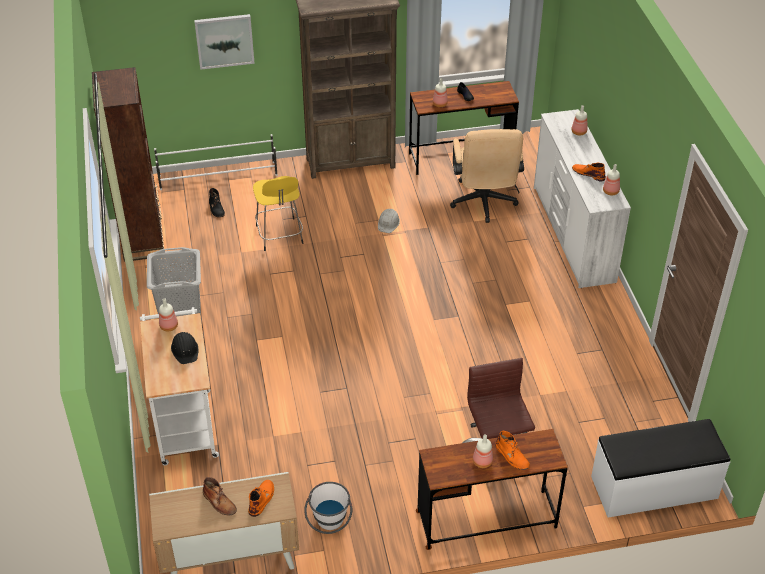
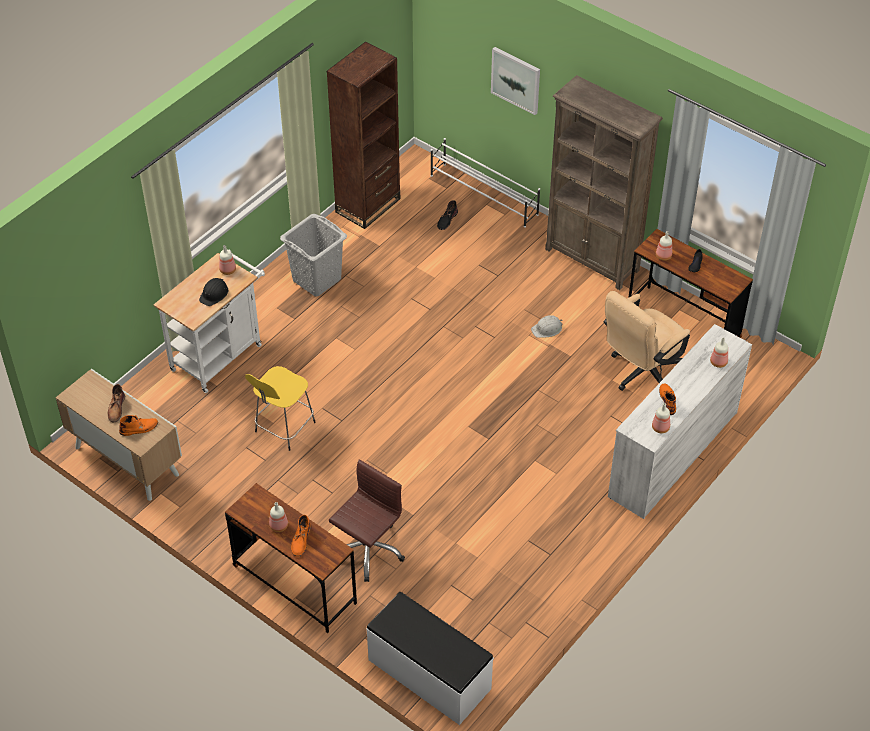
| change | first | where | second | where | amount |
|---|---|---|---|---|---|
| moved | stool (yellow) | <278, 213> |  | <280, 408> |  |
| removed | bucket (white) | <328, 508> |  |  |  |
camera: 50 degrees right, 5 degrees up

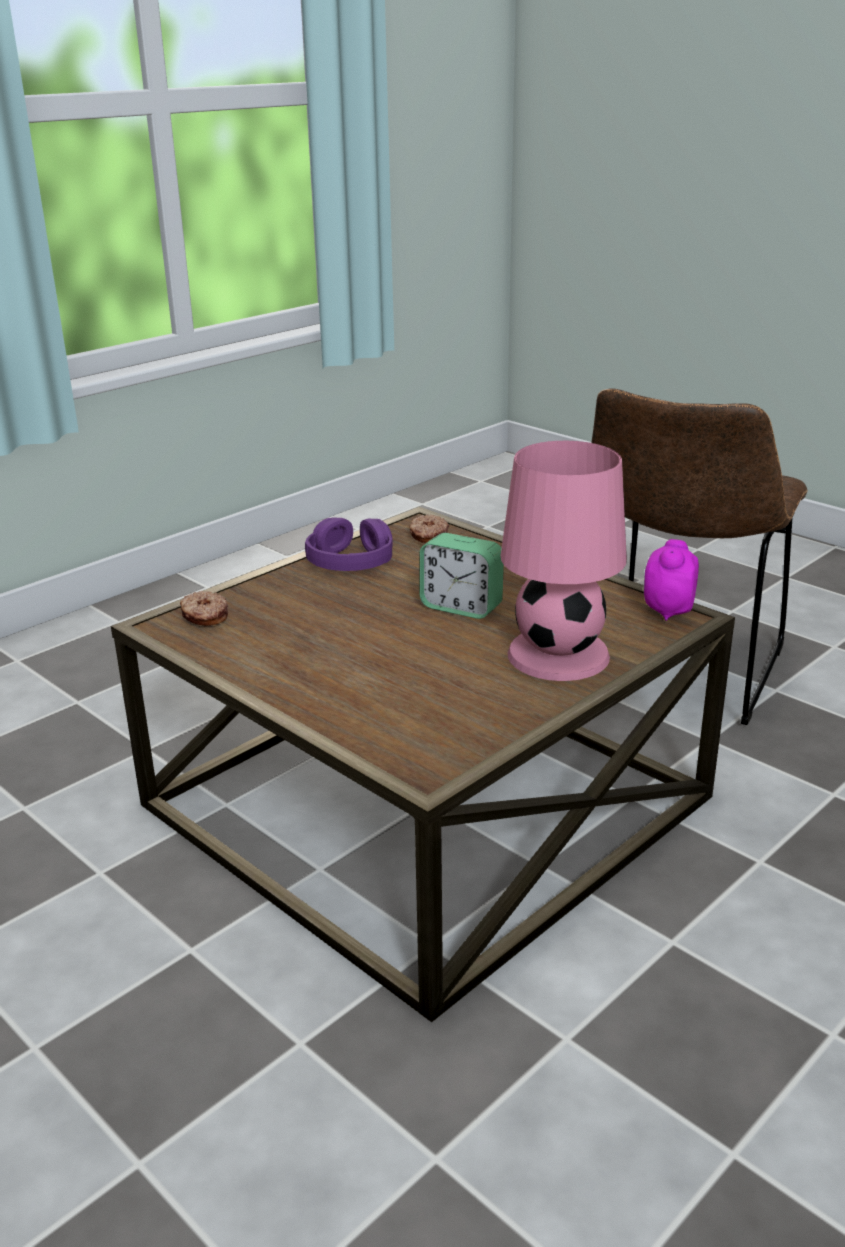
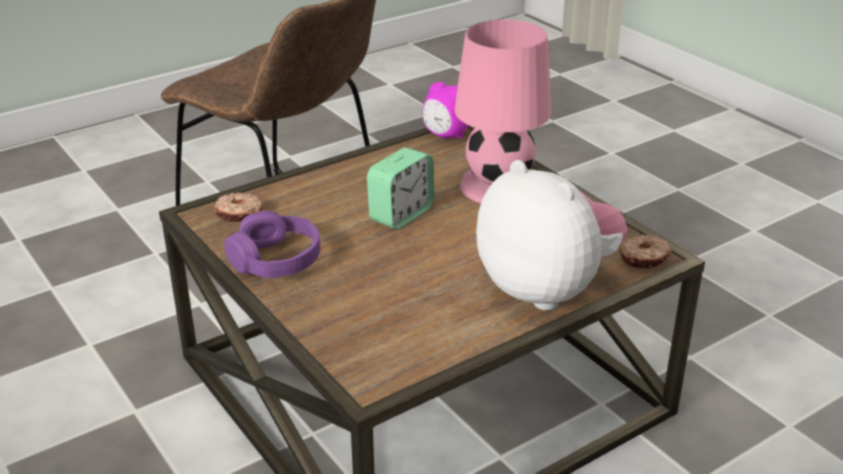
| change | first | where | second | where | amount |
|---|---|---|---|---|---|
| moved | donut | <204, 608> |  | <645, 252> |  |
| added |  |  | plush toy | <551, 235> |  |
camera: 80 degrees left, 5 degrees up

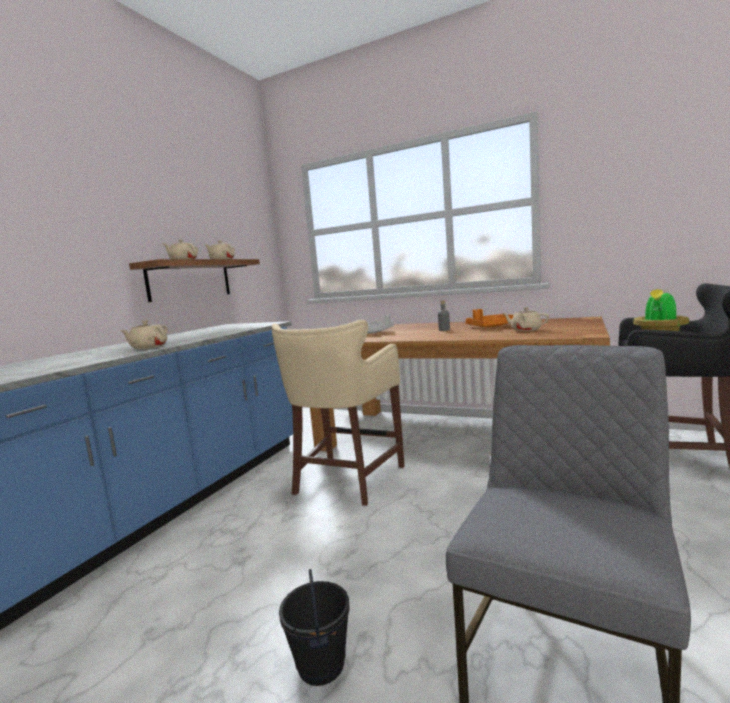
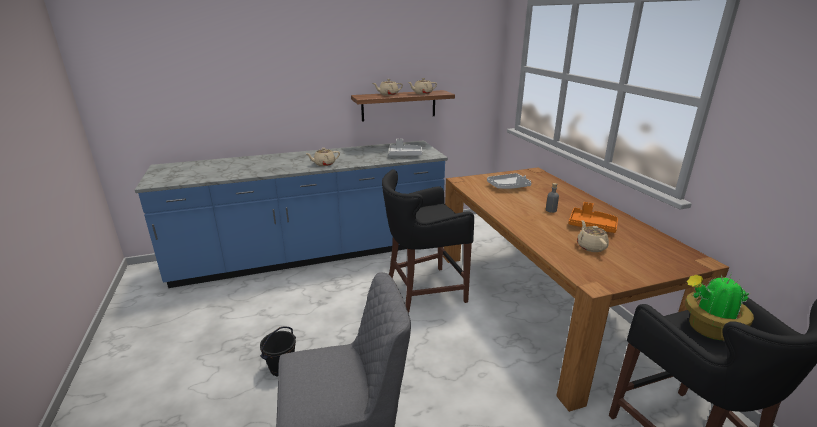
| change | first | where | second | where | amount |
|---|---|---|---|---|---|
| recoloured | stool (beige) | <338, 413> | stool (black) | <428, 241> |  |
| added |  |  | tray (grey) | <405, 147> |  |
camera: 45 degrees right, 15 degrees up

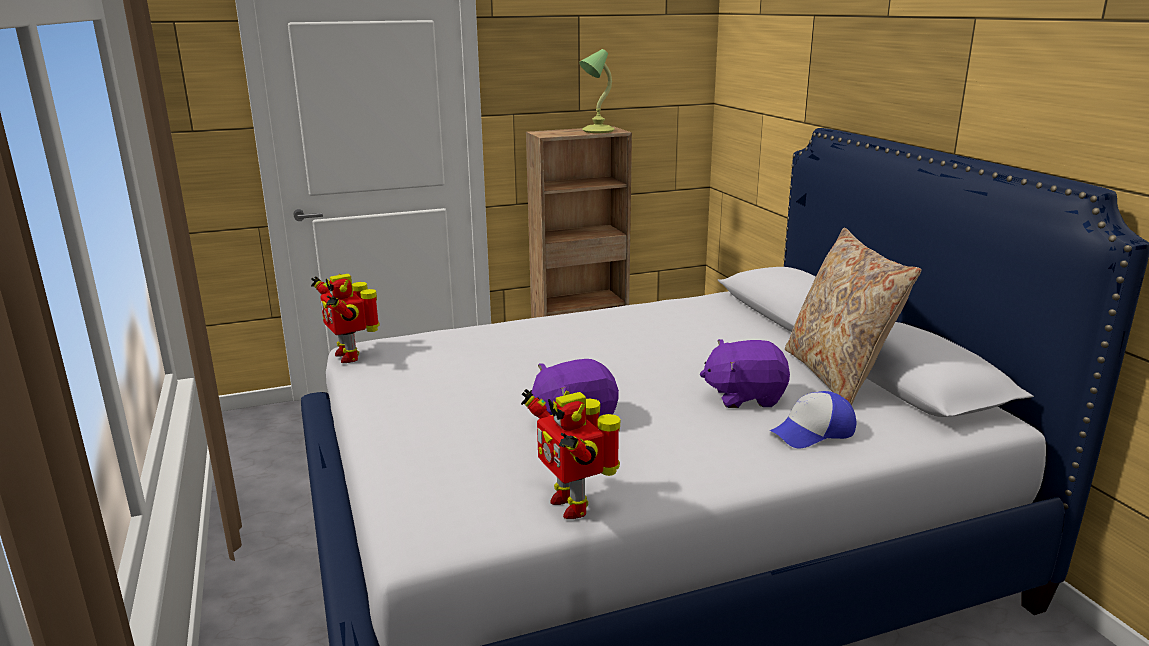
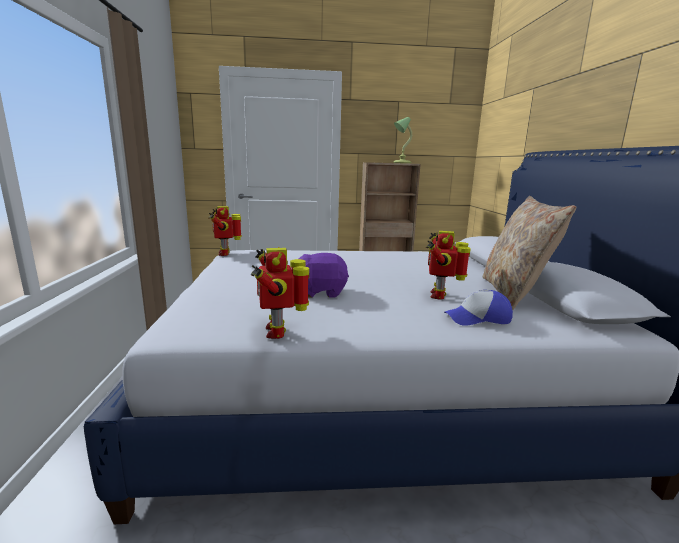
| change | first | where | second | where | amount |
|---|---|---|---|---|---|
| replaced | plush toy (purple) | <745, 373> | toy robot | <448, 265> |  |
camera: 15 degrees right, 5 degrees down

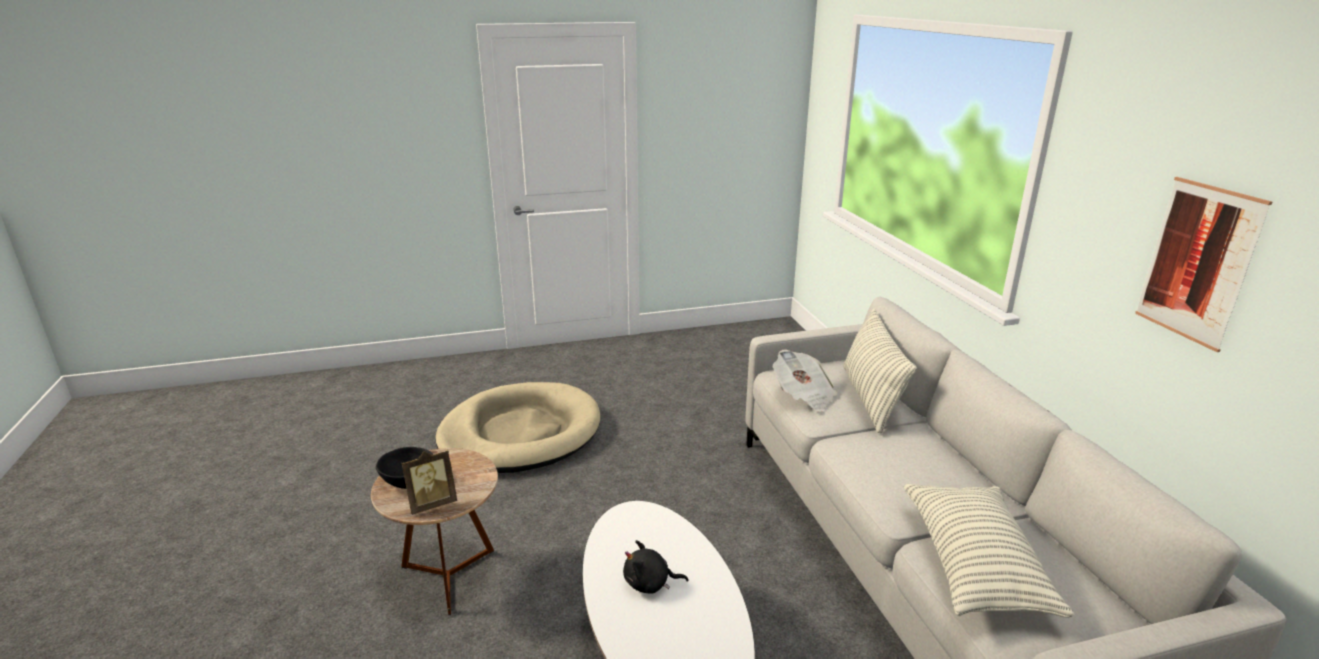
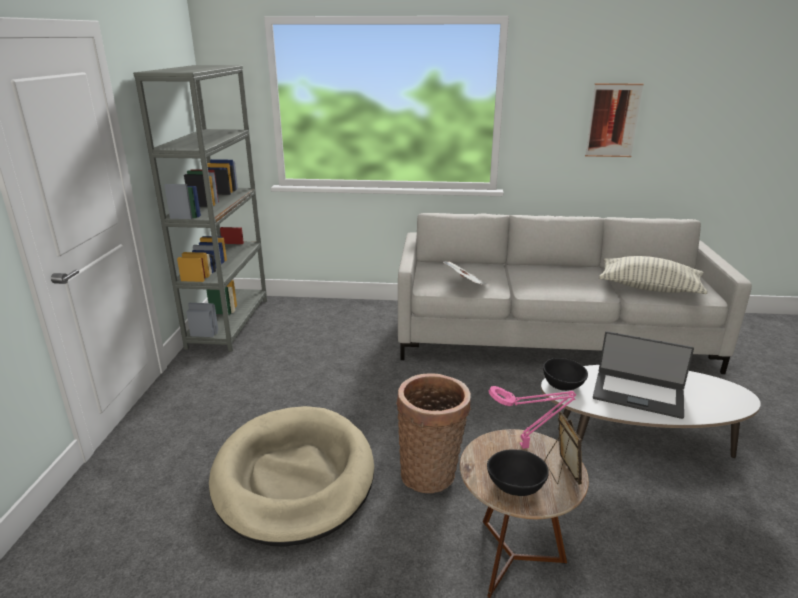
| change | first | where | second | where | amount |
|---|---|---|---|---|---|
| replaced | plush toy (black) | <655, 566> | laptop | <643, 375> |  |
| removed | pillow | <880, 371> |  |  |  |
| added |  |  | bookcase (grey) | <200, 208> |  |
| added |  |  | basket | <433, 433> |  |
| added |  |  | table lamp (pink) | <532, 417> |  |
| added |  |  | bowl (black) | <565, 374> |  |
camera: 70 degrees left, 0 degrees up

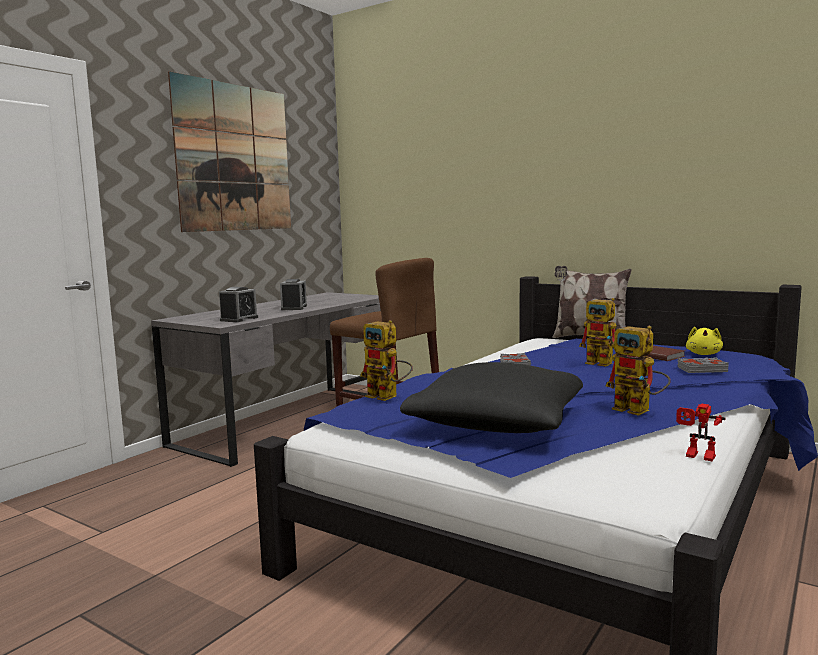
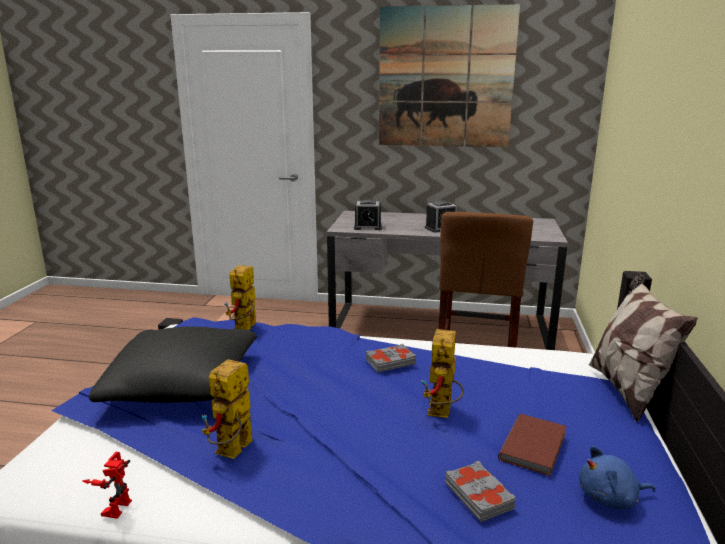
| change | first | where | second | where | amount |
|---|---|---|---|---|---|
| recoloured | plush toy (yellow) | <704, 341> | plush toy (blue) | <617, 477> |  |
camera: 65 degrees right, 10 degrees up

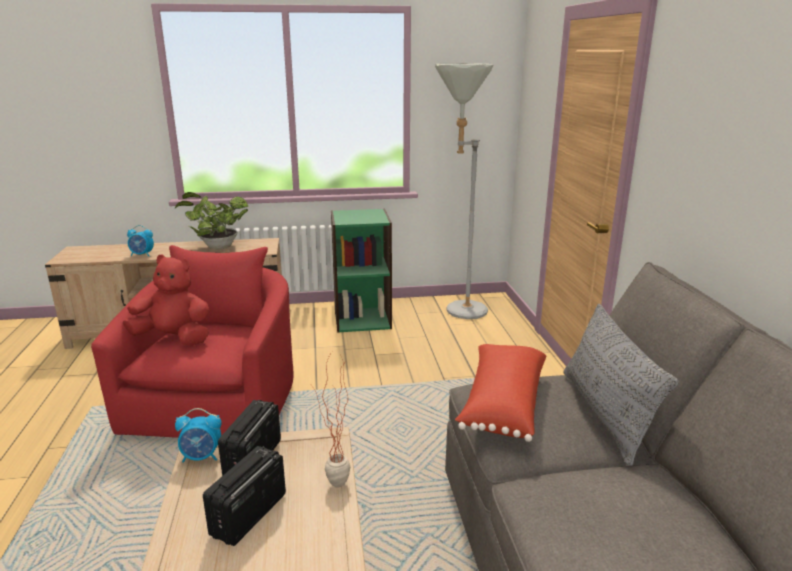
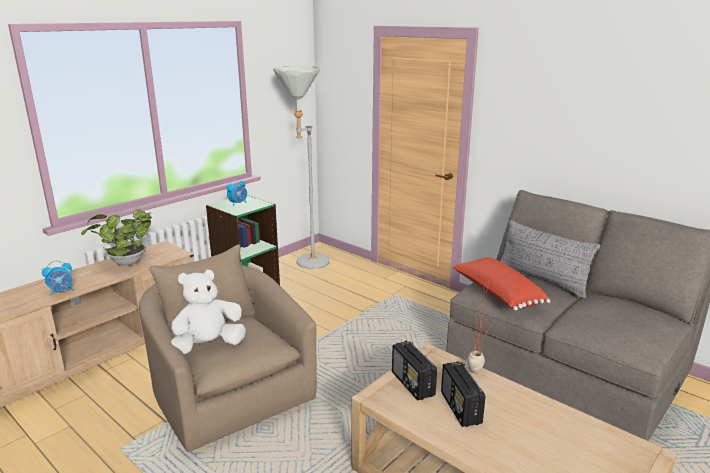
| change | first | where | second | where | amount |
|---|---|---|---|---|---|
| recoloured | armchair (red) | <192, 341> | armchair (beige) | <228, 348> |  |
| recoloured | plush toy (red) | <166, 300> | plush toy (white) | <208, 312> |  |
| moved | alarm clock | <198, 435> |  | <236, 192> |  |
camera: 40 degrees left, 0 degrees up

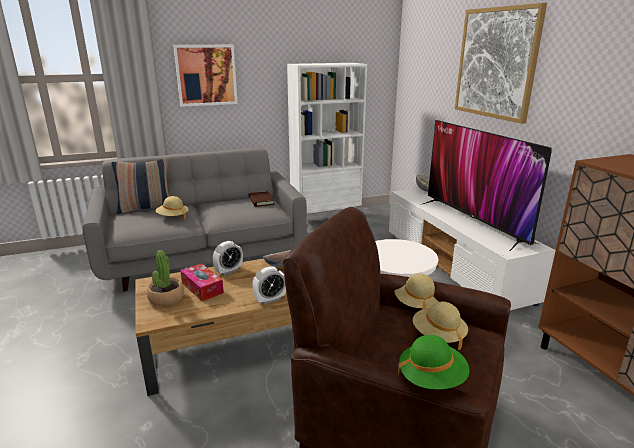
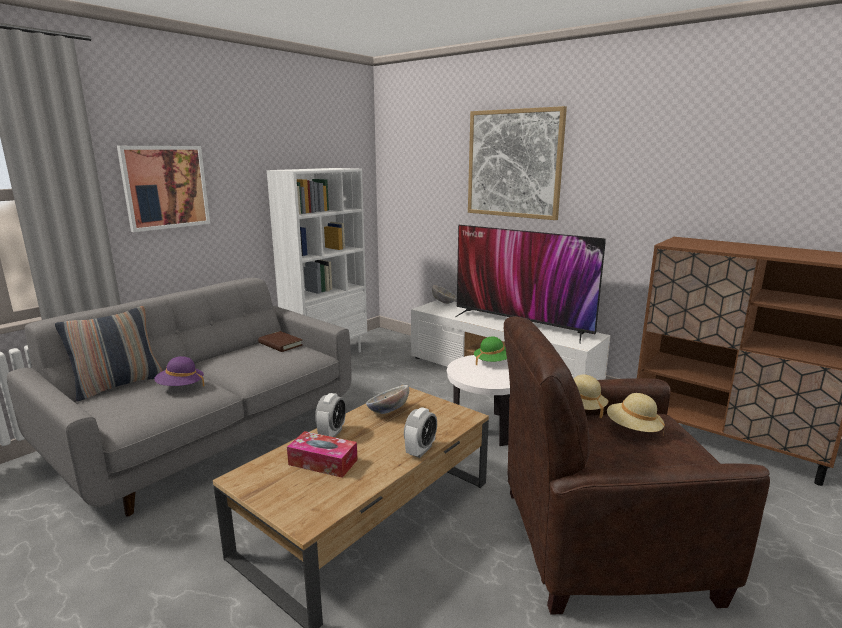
| change | first | where | second | where | amount |
|---|---|---|---|---|---|
| removed | potted plant | <165, 278> |  |  |  |
| recoloured | hat (beige) | <172, 208> | hat (purple) | <179, 371> |  |
| moved | hat (green) | <433, 362> |  | <490, 351> |  |
camera: 30 degrees left, 5 degrees down

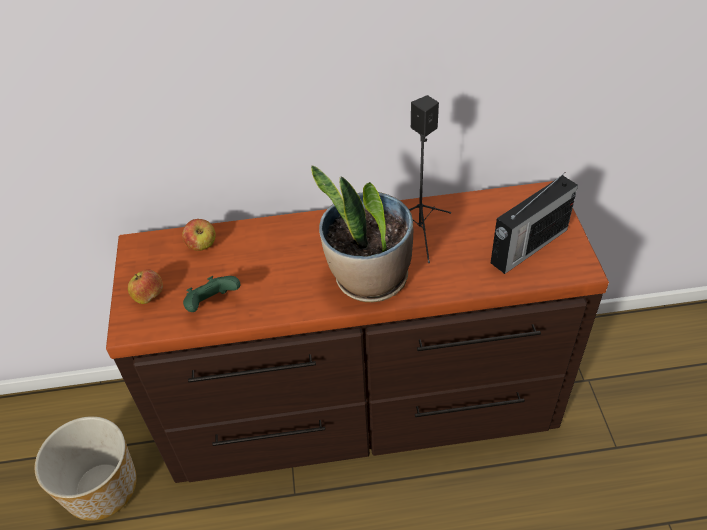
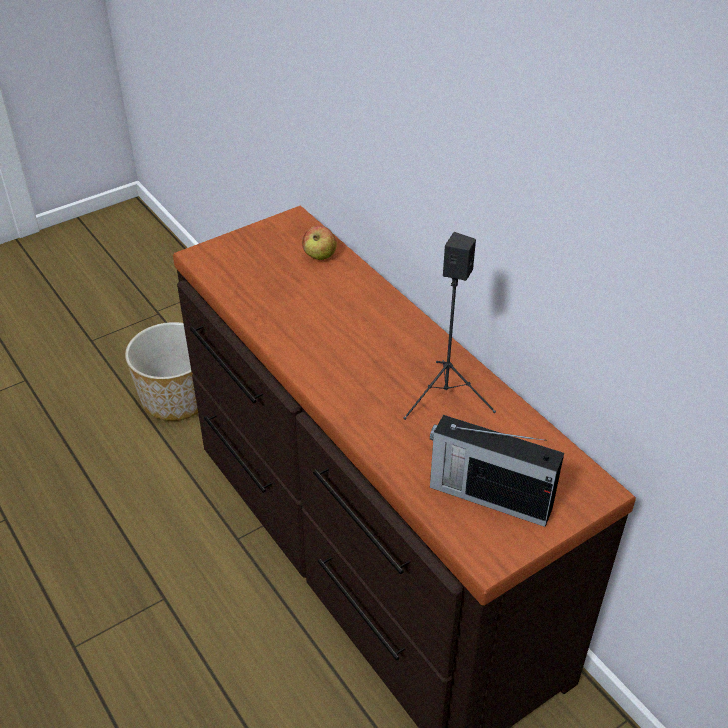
| change | first | where | second | where | amount |
|---|---|---|---|---|---|
| removed | apple | <145, 286> |  |  |  |
| removed | game controller (green) | <211, 294> |  |  |  |
| removed | potted plant | <362, 233> |  |  |  |
camera: 60 degrees right, 5 degrees down

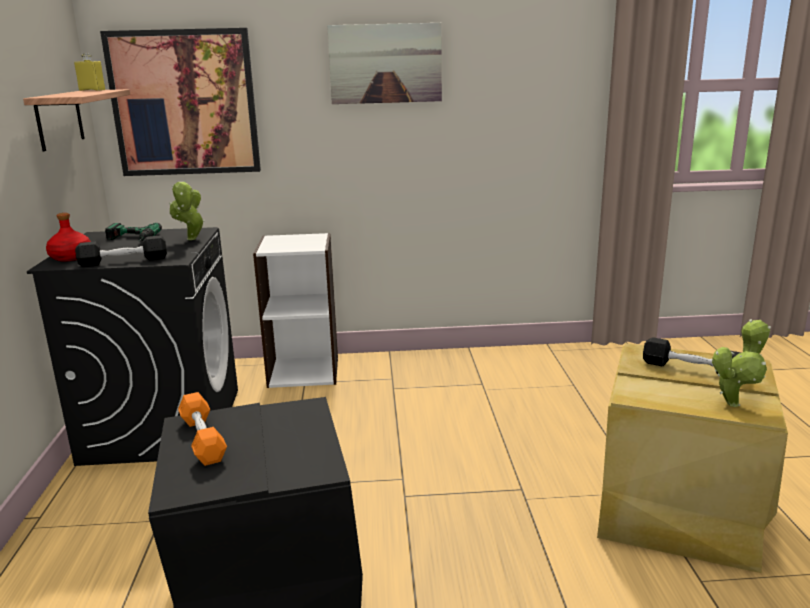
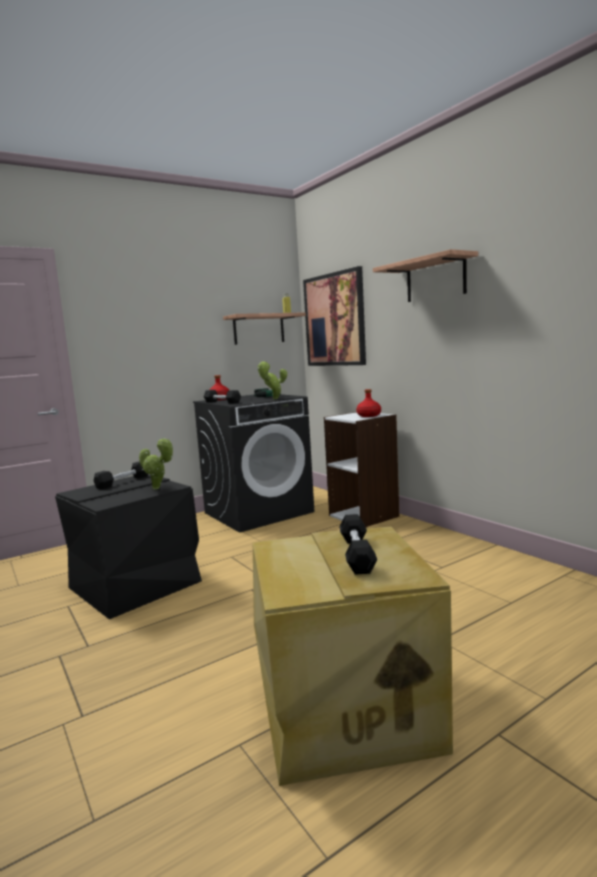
| change | first | where | second | where | amount |
|---|---|---|---|---|---|
| recoloured | dumbbell (orange) | <202, 429> | dumbbell (black) | <120, 475> |  |
| replaced | picture | <384, 63> | shelf | <425, 275> |  |
| moved | potted plant | <741, 363> |  | <156, 463> |  |
| added |  |  | bottle (red) | <368, 403> |  |
camera: 60 degrees right, 10 degrees down

